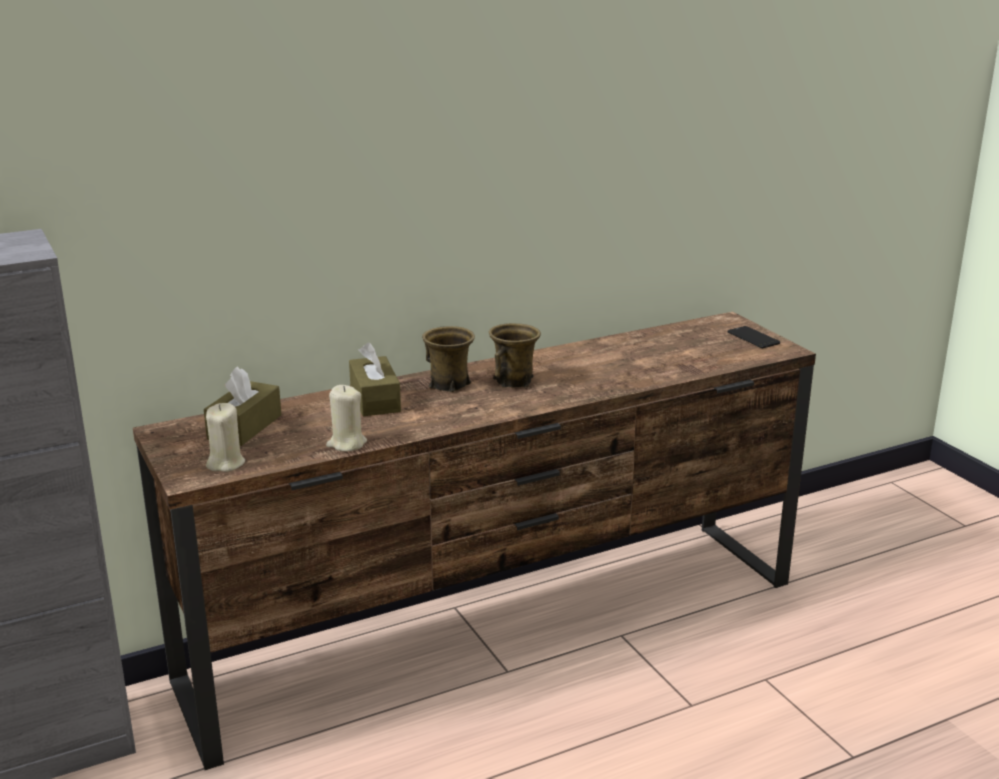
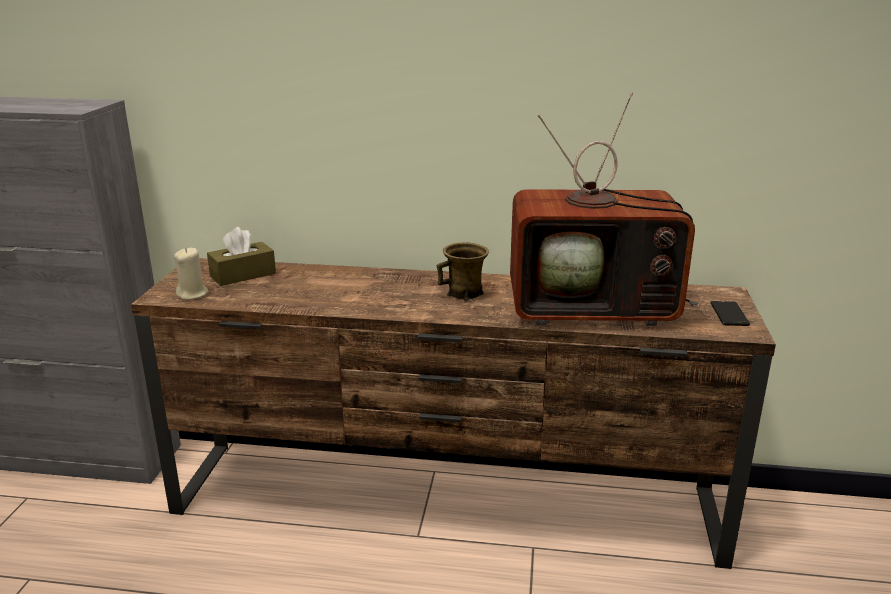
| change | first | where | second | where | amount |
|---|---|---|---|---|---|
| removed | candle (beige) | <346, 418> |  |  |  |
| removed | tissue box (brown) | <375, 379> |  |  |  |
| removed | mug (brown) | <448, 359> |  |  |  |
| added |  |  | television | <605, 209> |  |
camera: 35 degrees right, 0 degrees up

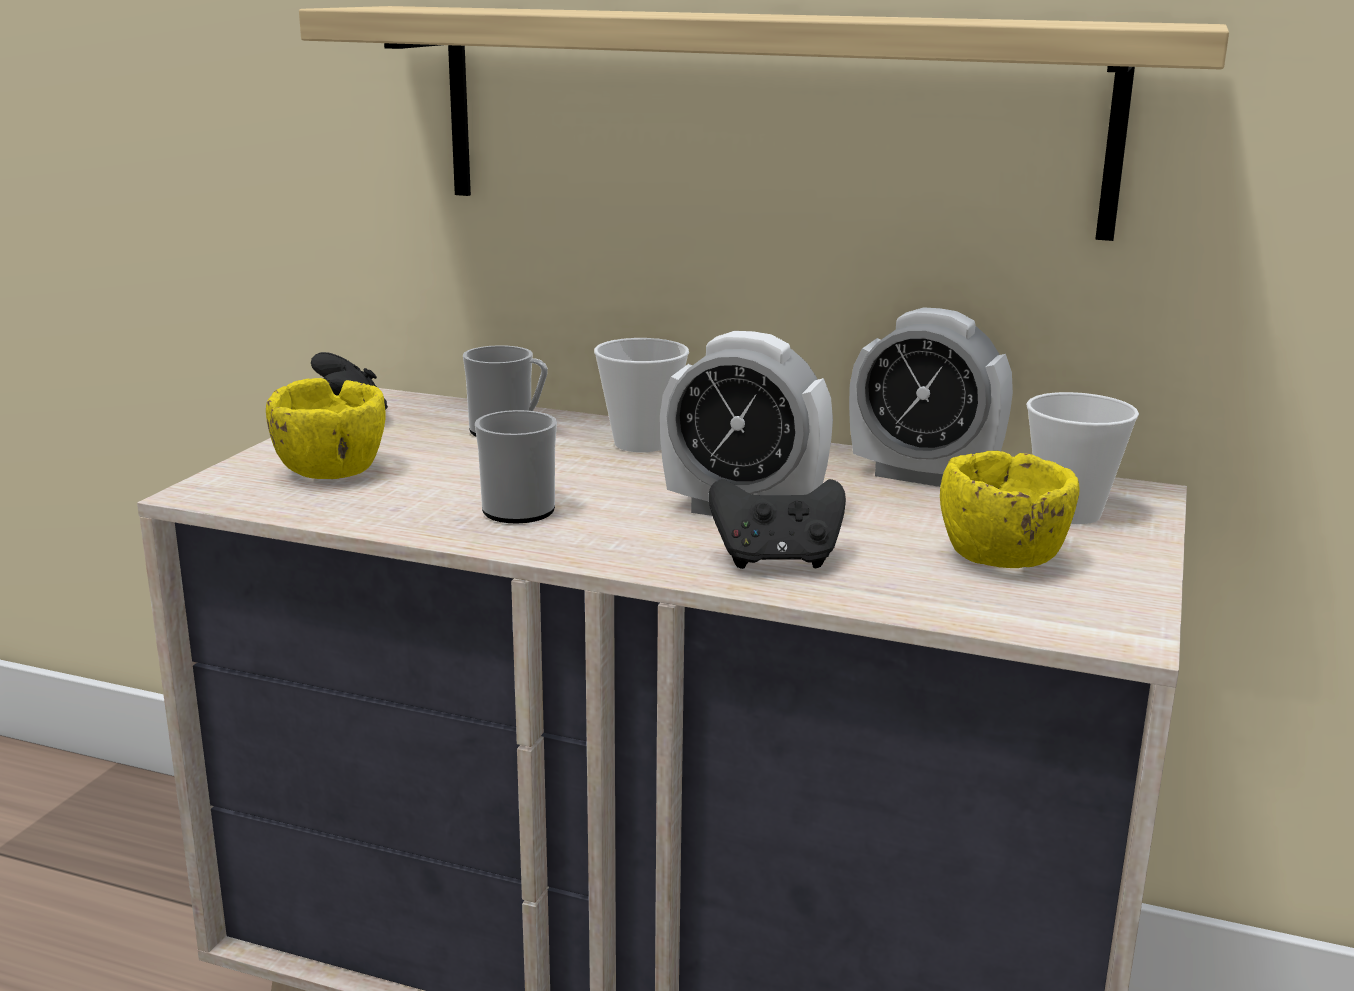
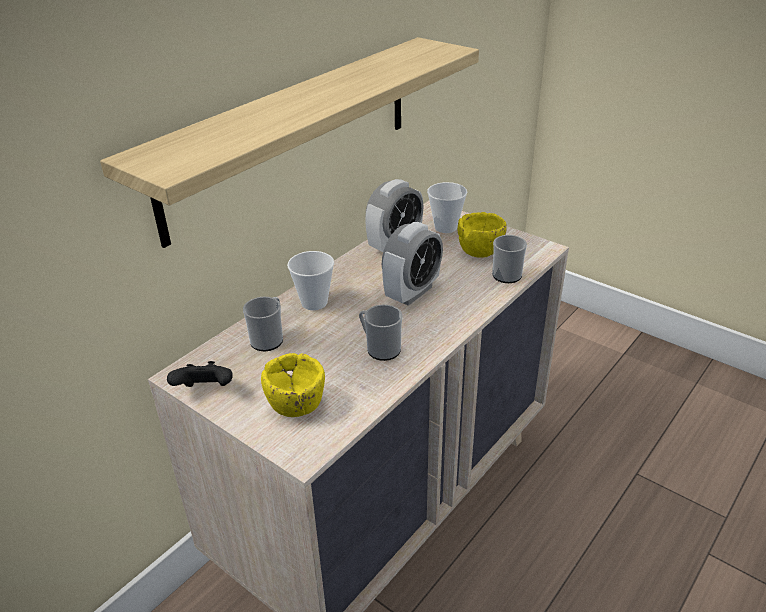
| change | first | where | second | where | amount |
|---|---|---|---|---|---|
| removed | game controller (black) | <777, 524> |  |  |  |
| added |  |  | mug | <509, 259> |  |
camera: 70 degrees left, 15 degrees up

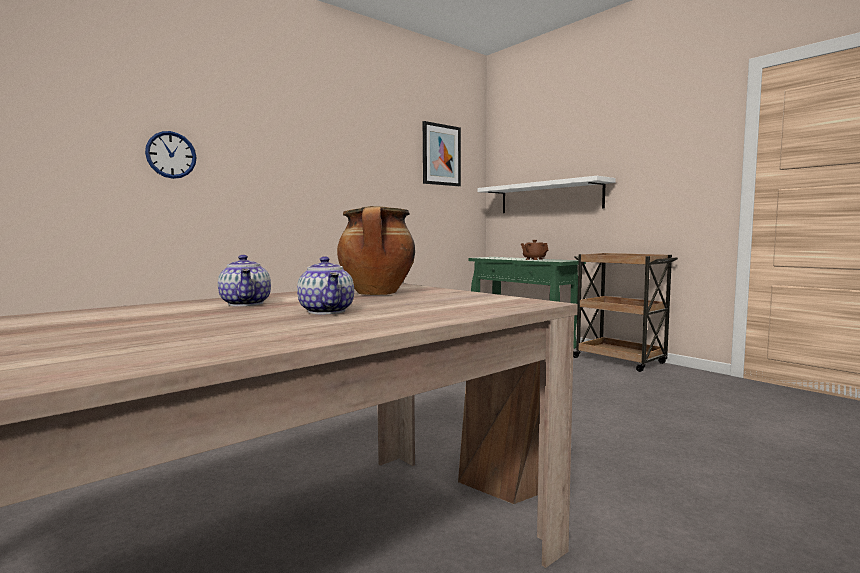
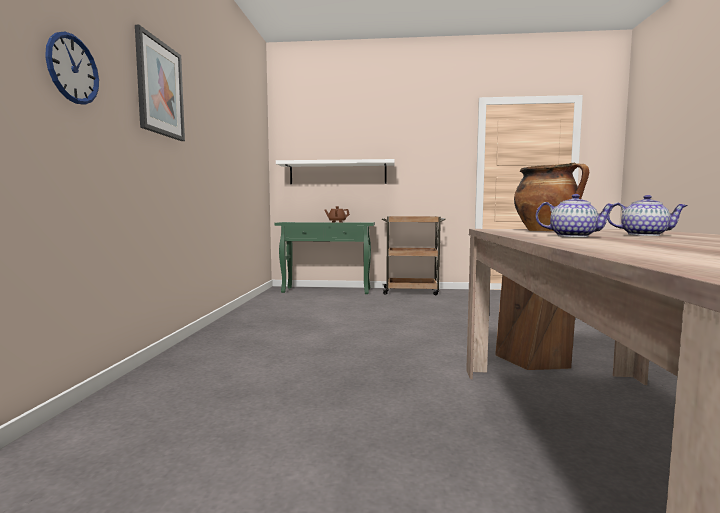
| change | first | where | second | where | amount |
|---|---|---|---|---|---|
| moved | picture | <442, 153> |  | <160, 83> |  |
camera: 45 degrees left, 0 degrees up

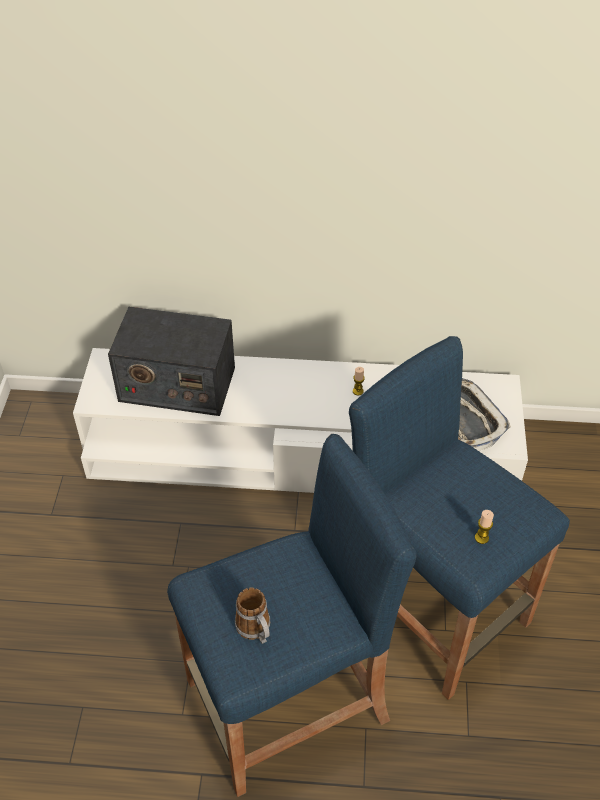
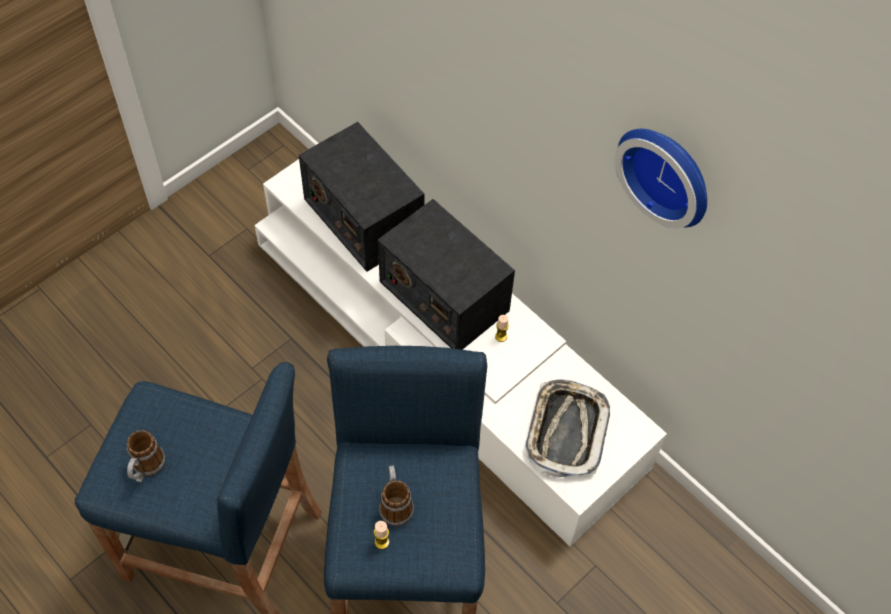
| change | first | where | second | where | amount |
|---|---|---|---|---|---|
| added |  |  | radio | <446, 274> |  |
| added |  |  | mug | <396, 495> |  |
| added |  |  | wall clock | <661, 178> |  |
camera: 40 degrees right, 10 degrees up

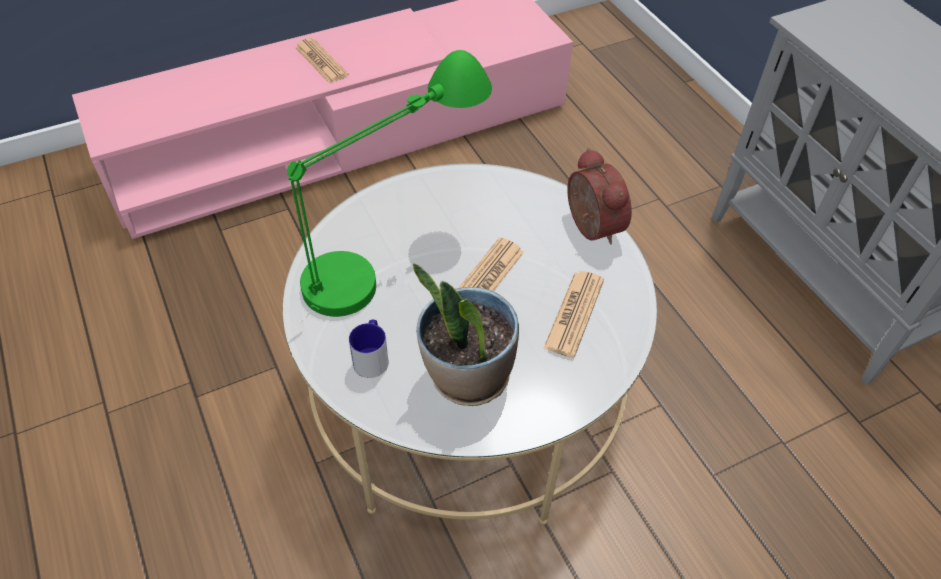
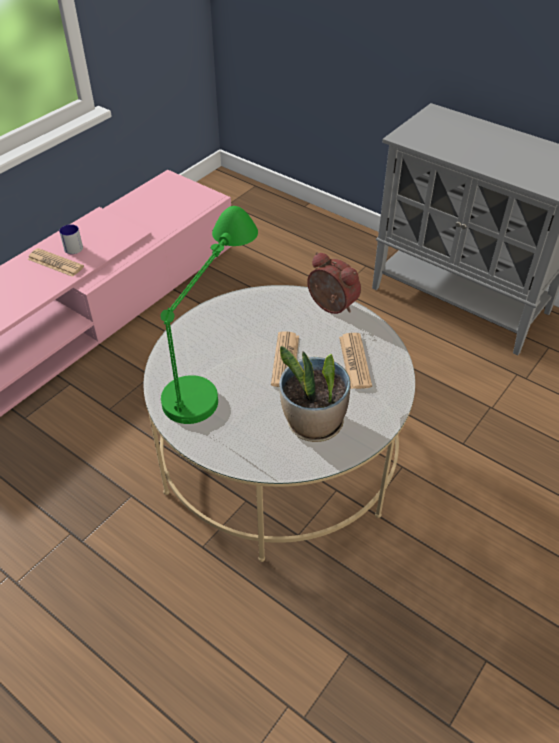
| change | first | where | second | where | amount |
|---|---|---|---|---|---|
| moved | mug | <369, 349> |  | <71, 239> |  |
camera: 25 degrees left, 5 degrees down

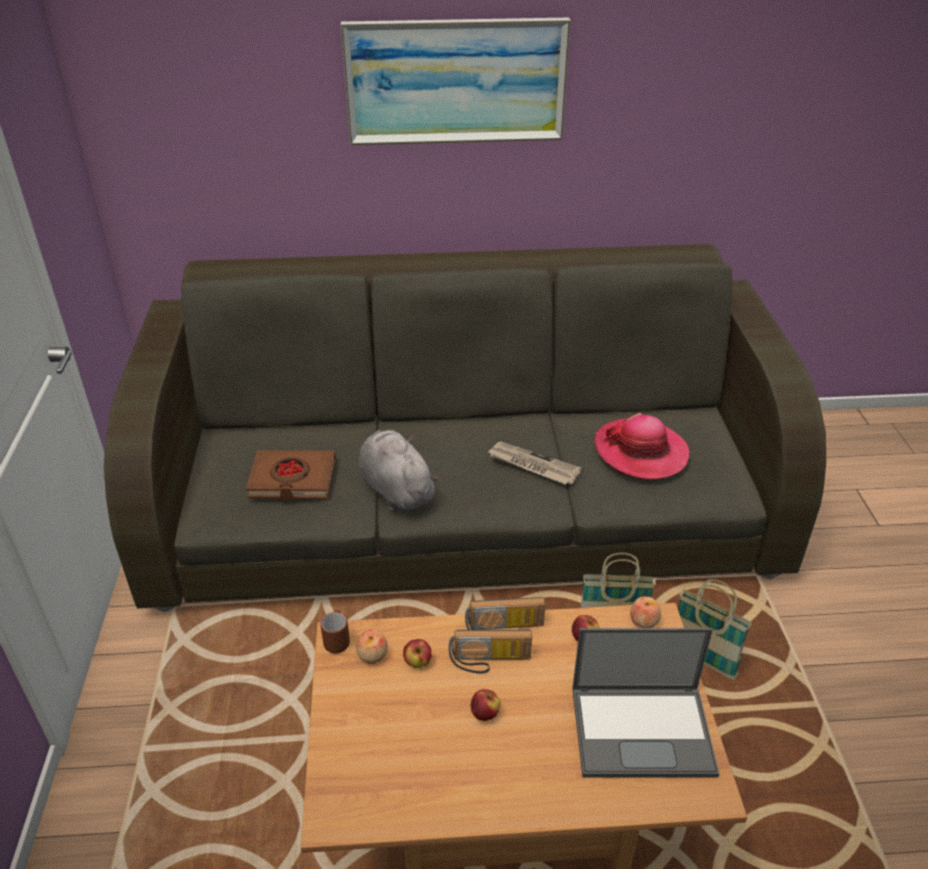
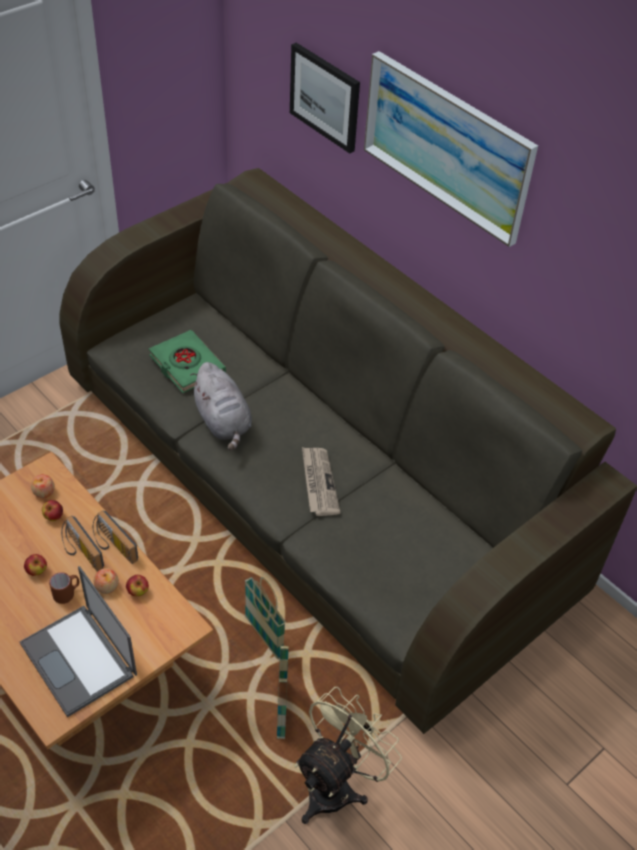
| change | first | where | second | where | amount |
|---|---|---|---|---|---|
| recoloured | book (brown) | <291, 475> | book (green) | <187, 361> |  |
| moved | mug (brown) | <335, 631> |  | <64, 588> |  |
| turned | plush toy (grey) | <399, 471> |  | <221, 406> | 135 degrees clockwise |
| removed | hat | <641, 446> |  |  |  |
| moved | apple | <645, 612> |  | <106, 581> |  |
| added |  |  | picture | <325, 98> |  |
| added |  |  | fan (beige) | <348, 755> |  |
camera: 50 degrees right, 10 degrees up

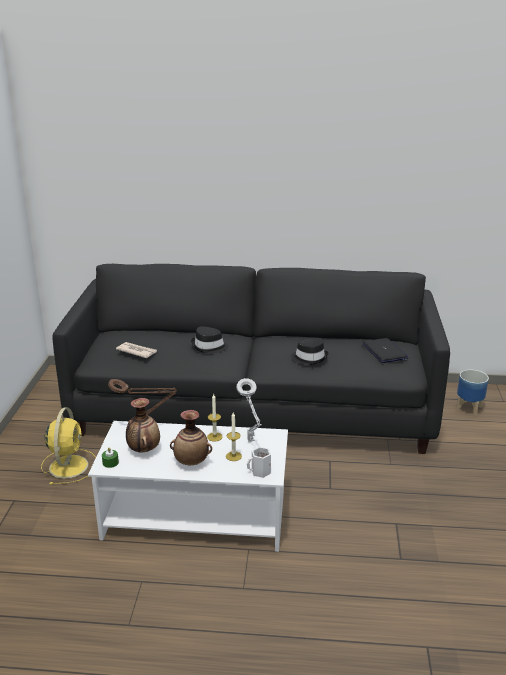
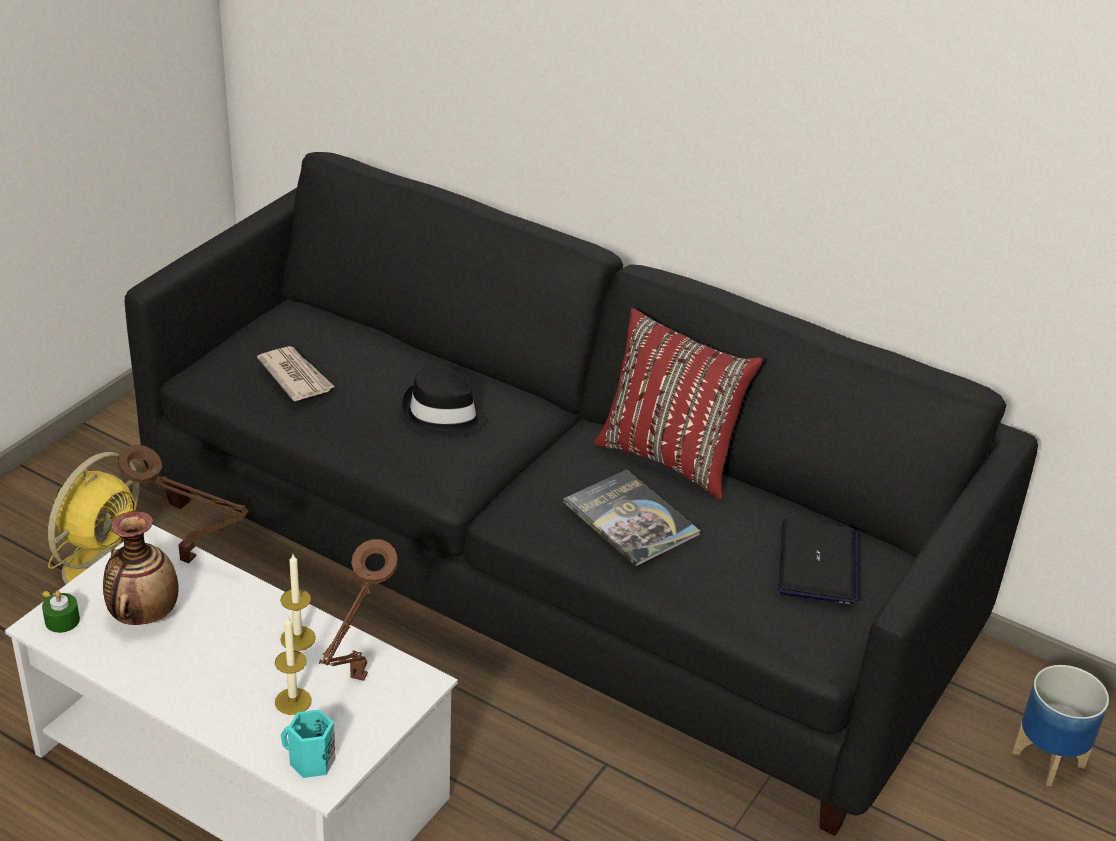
| change | first | where | second | where | amount |
|---|---|---|---|---|---|
| removed | vase | <191, 437> |  |  |  |
| recoloured | table lamp (grey) | <249, 410> | table lamp (brown) | <358, 610> |  |
| recoloured | mug (white) | <259, 462> | mug (turquoise) | <308, 743> |  |
| replaced | hat (black) | <309, 352> | book | <631, 518> |  |
| added |  |  | pillow (red) | <678, 404> |  |
camera: 25 degrees right, 10 degrees up

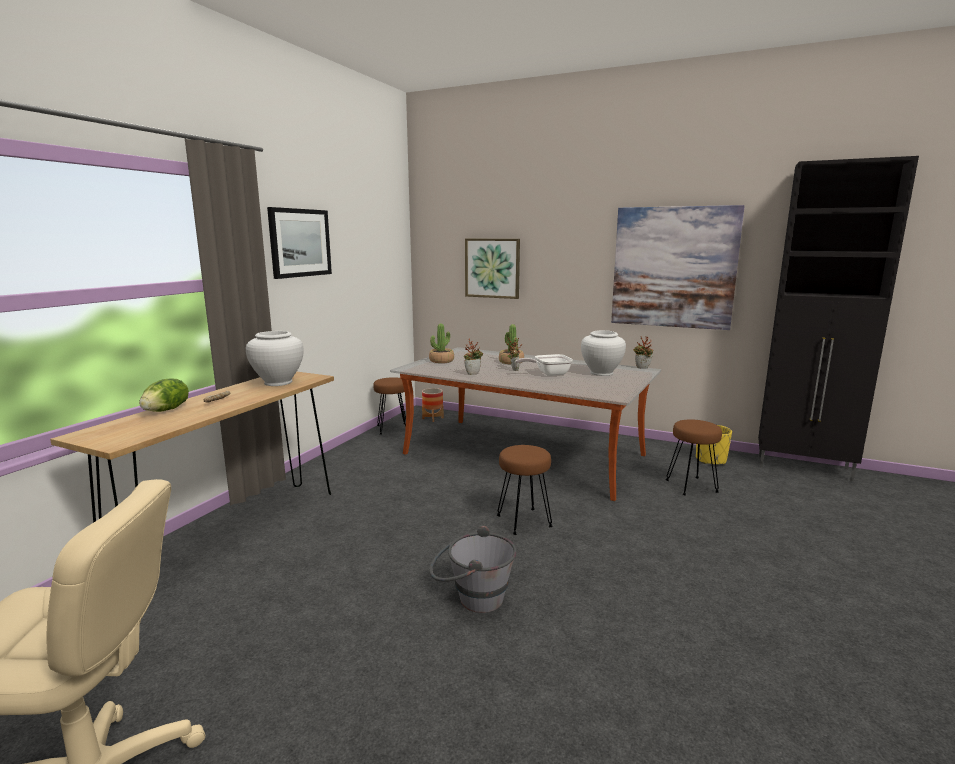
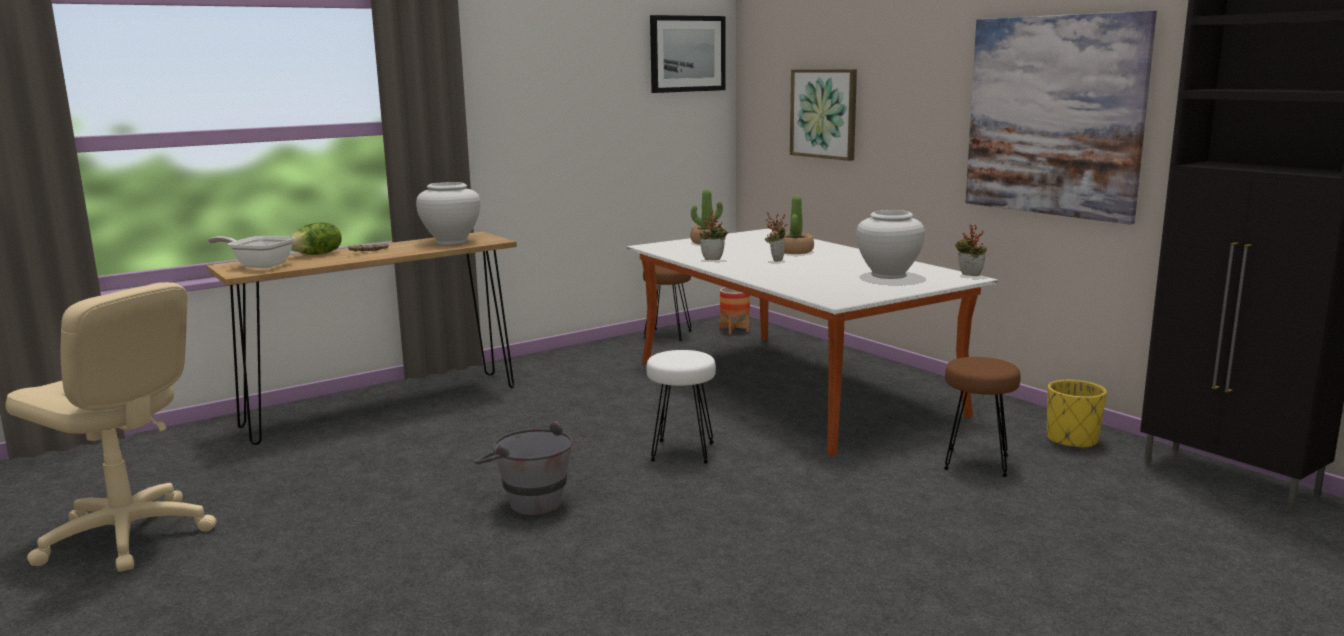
| change | first | where | second | where | amount |
|---|---|---|---|---|---|
| moved | picture | <299, 243> |  | <688, 54> |  |
| recoloured | stool (brown) | <525, 490> | stool (white) | <681, 407> |  |
| moved | frying pan | <544, 365> |  | <251, 252> |  |
camera: 30 degrees right, 0 degrees up

